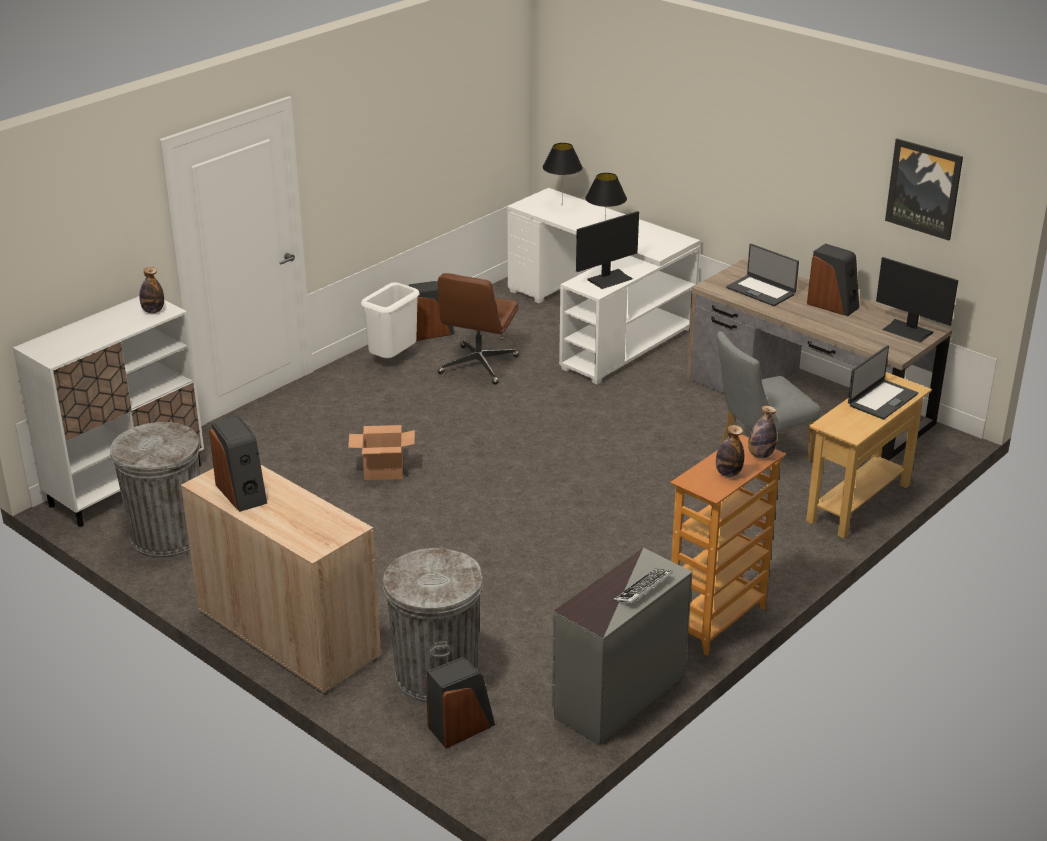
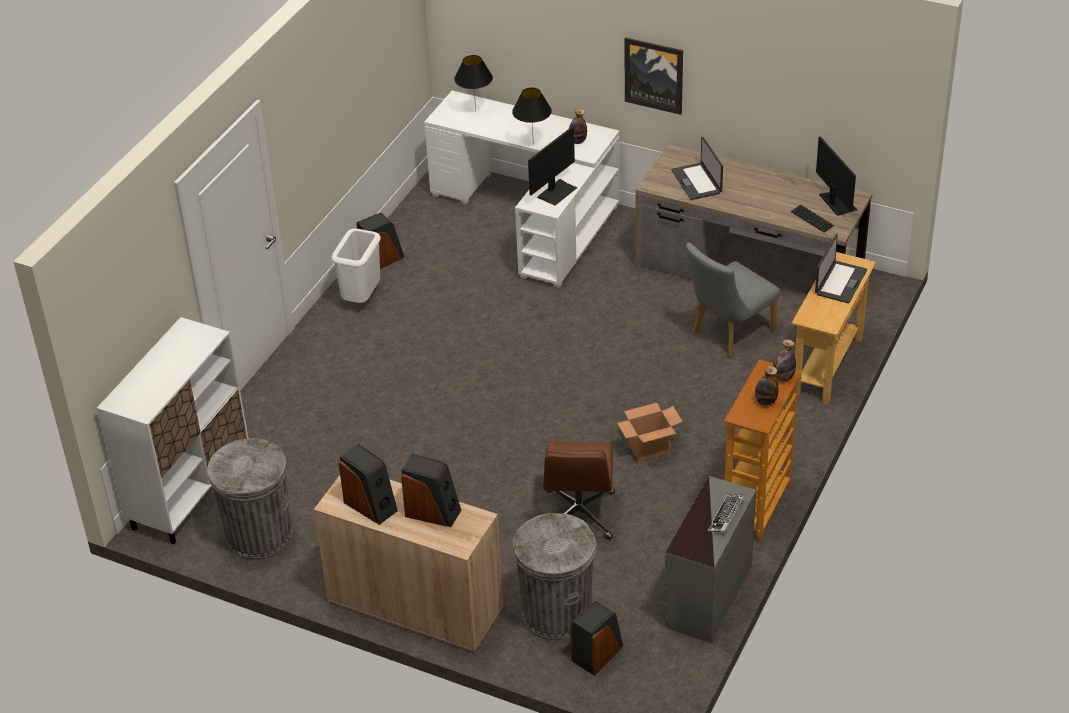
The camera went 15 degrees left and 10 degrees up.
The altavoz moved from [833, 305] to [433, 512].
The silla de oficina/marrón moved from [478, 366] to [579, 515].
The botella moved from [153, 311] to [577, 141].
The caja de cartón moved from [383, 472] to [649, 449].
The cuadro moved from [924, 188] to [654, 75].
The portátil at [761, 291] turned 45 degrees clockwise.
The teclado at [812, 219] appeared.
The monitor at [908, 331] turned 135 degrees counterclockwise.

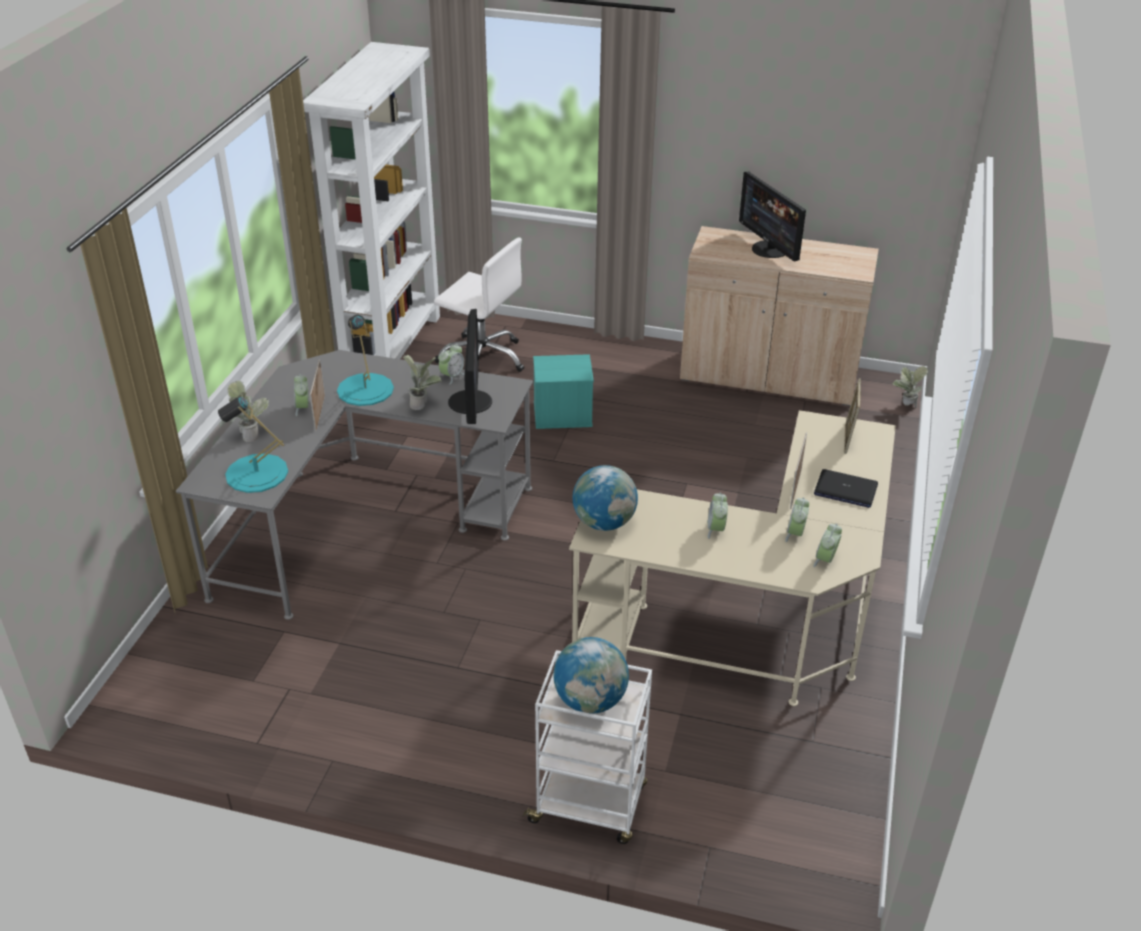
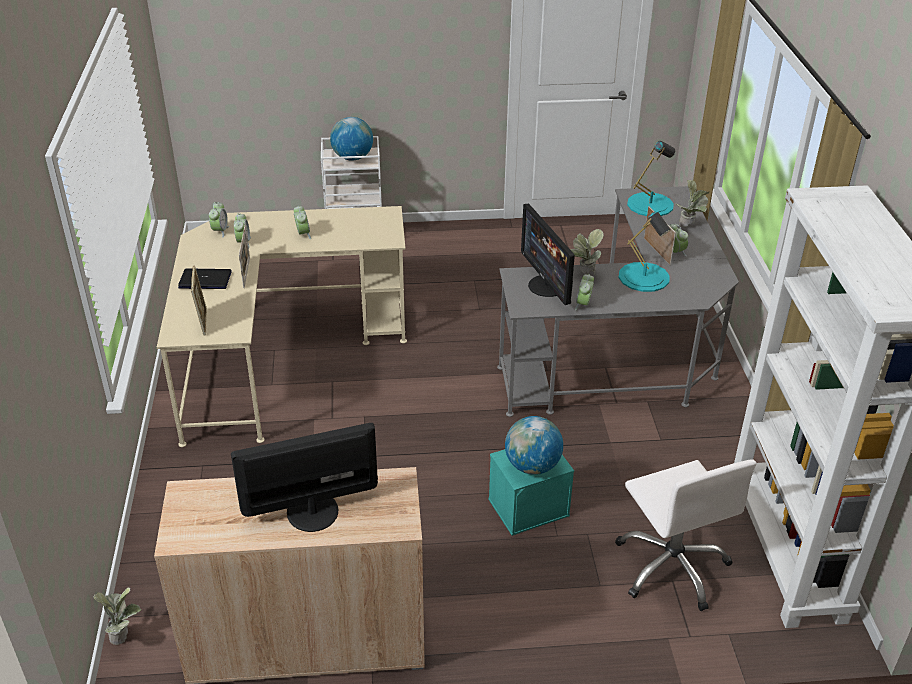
The camera went 160 degrees right and 0 degrees up.
The monitor at [770, 249] turned 60 degrees counterclockwise.
The globo terráqueo moved from [604, 522] to [532, 466].
The silla de oficina/blanco at [482, 358] turned 120 degrees counterclockwise.

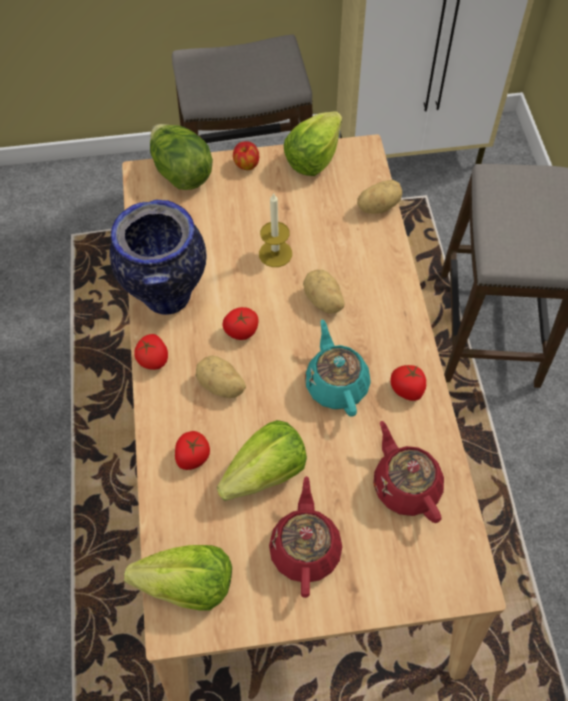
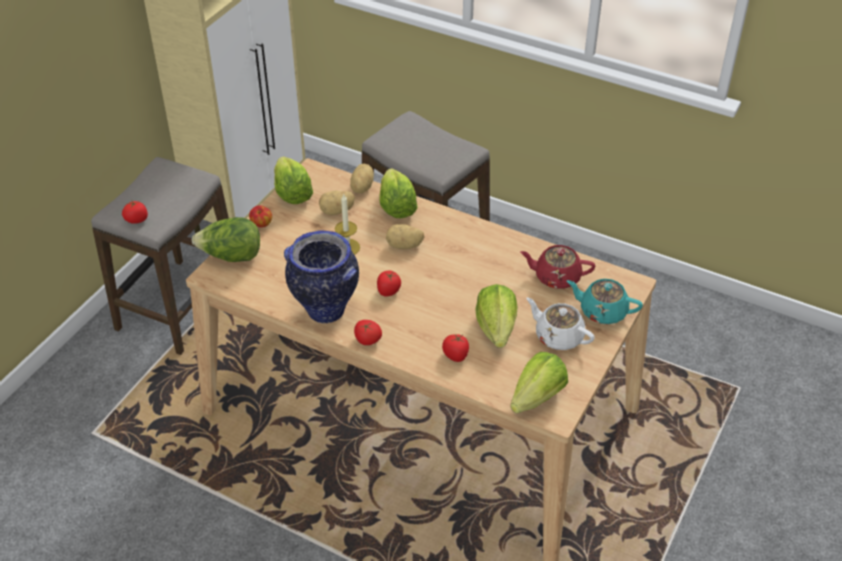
The camera went 55 degrees left and 15 degrees down.
The tomate moved from [407, 389] to [137, 219].
The patata moved from [221, 386] to [337, 211].
The lechuga at [396, 207] appeared.
The tetera/rojo at [305, 548] became the tetera/blanco at [558, 336].
The tetera/turquesa moved from [336, 384] to [602, 311].

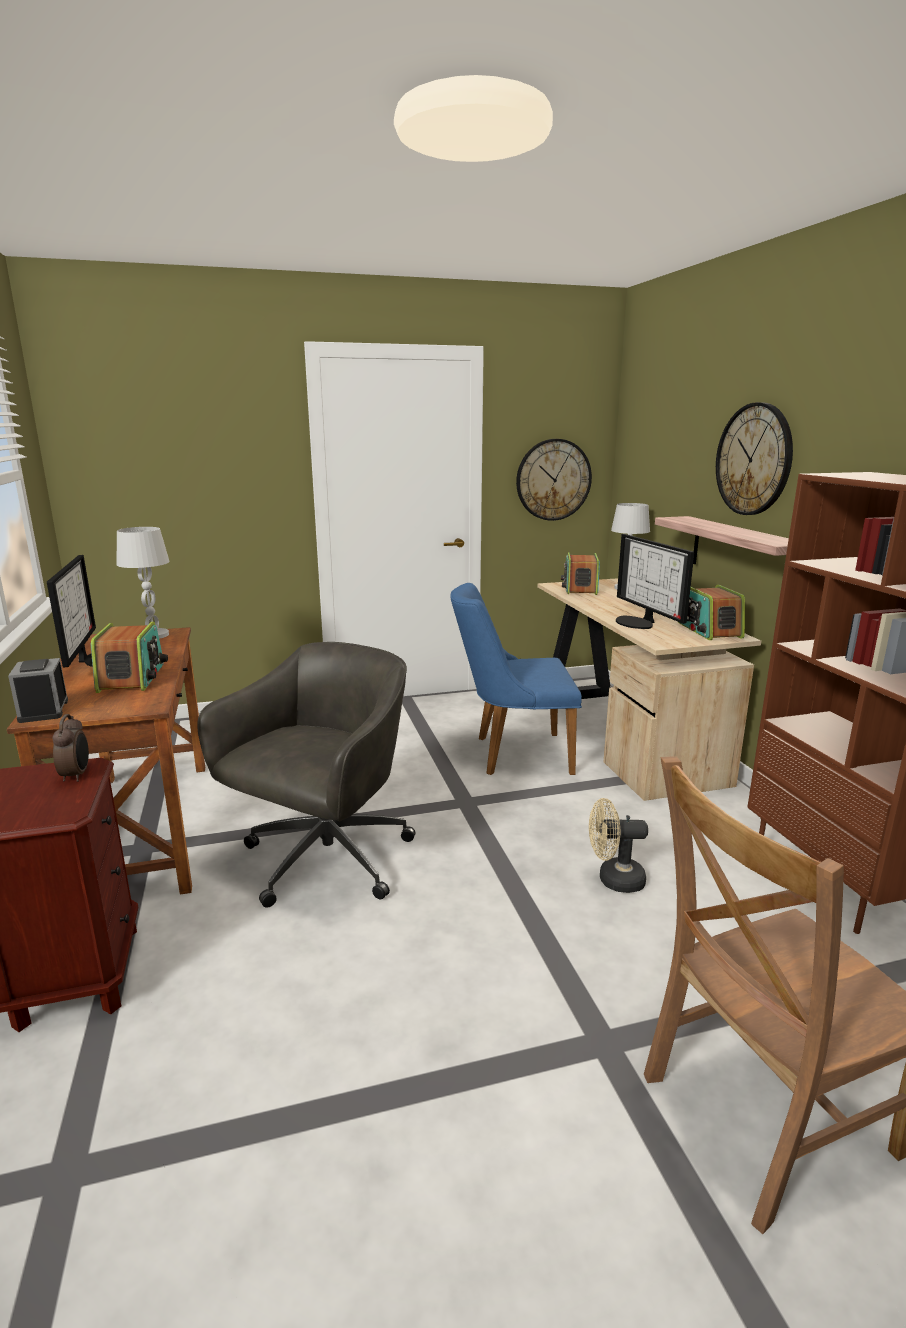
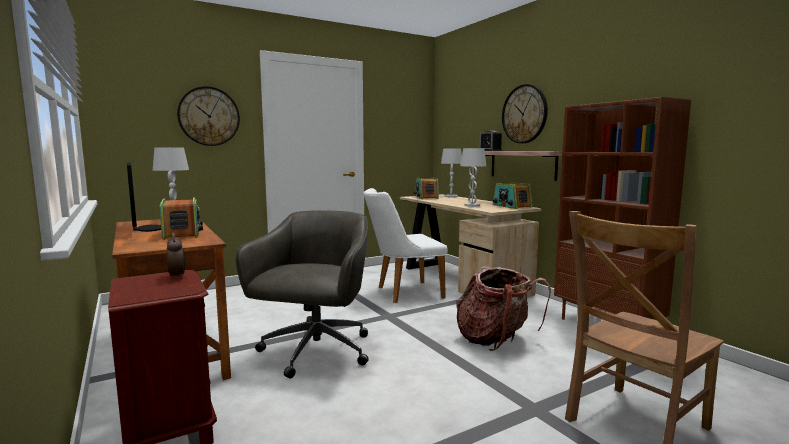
The camera went 15 degrees left and 10 degrees down.
The reloj de pared moved from [553, 480] to [209, 116].
The silla/azul at [512, 754] became the silla/blanco at [403, 292].
The ventilador/beis at [613, 880] was replaced by the mochila at [495, 340].
The monitor at [639, 622] was replaced by the lámpara de mesa/blanco at [472, 205].
The despertador moved from [43, 710] to [490, 150].

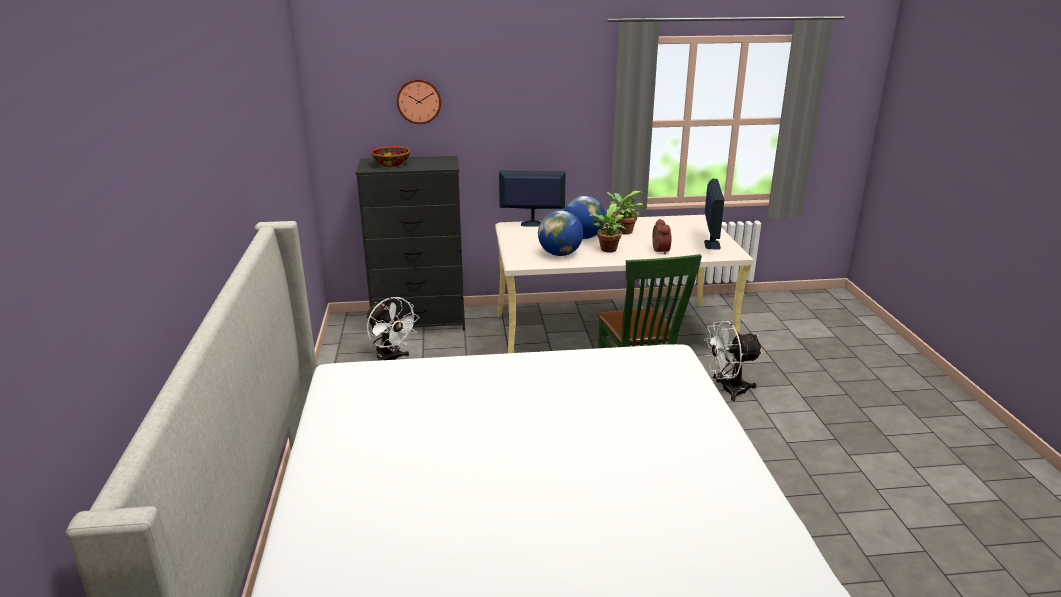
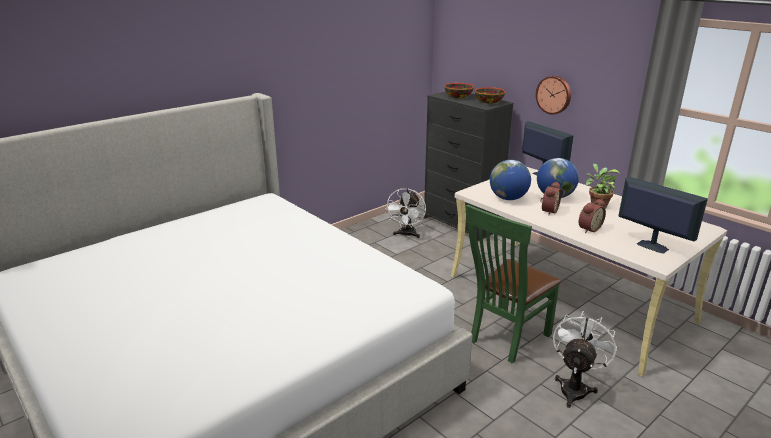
The camera went 55 degrees right and 0 degrees up.
The cuenco at [488, 101] appeared.
The reloj de pared moved from [419, 101] to [554, 94].
The planta en maceta at [607, 250] was replaced by the despertador at [548, 211].
The ventilador/blanco at [727, 390] turned 75 degrees clockwise.
The monitor at [712, 244] turned 105 degrees counterclockwise.

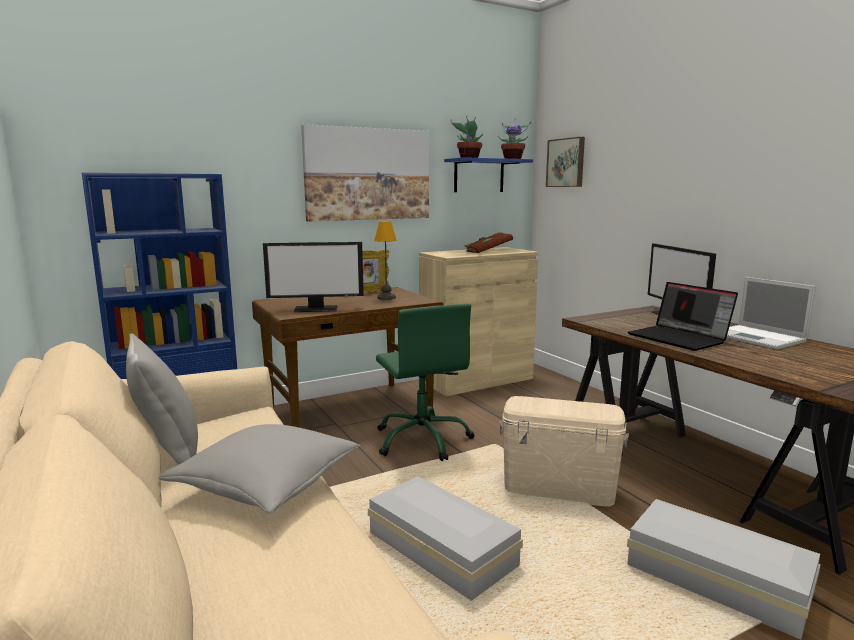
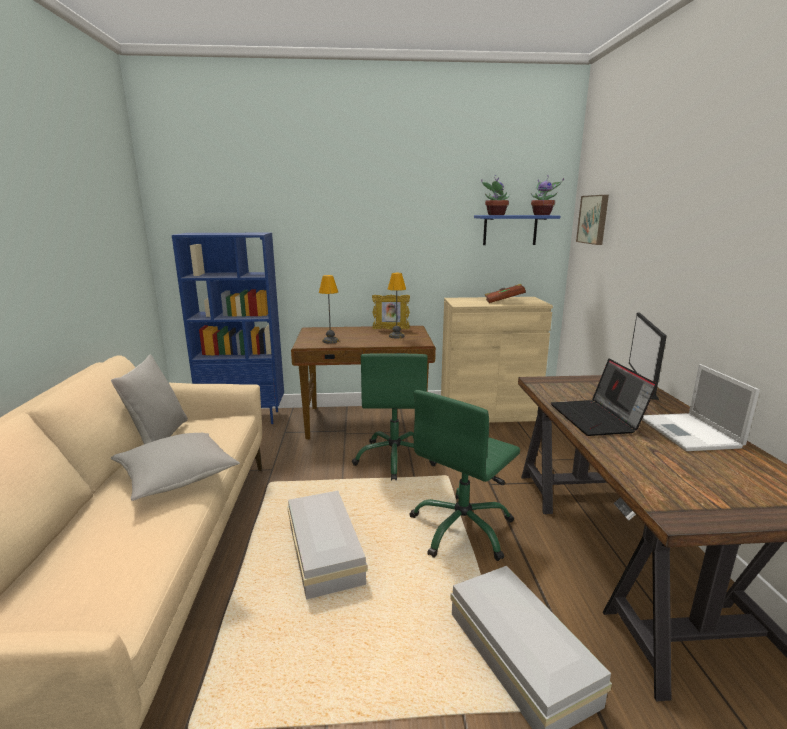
The camera went 25 degrees right and 5 degrees up.
The monitor at [316, 308] was replaced by the lámpara de mesa at [331, 341].
The caja de almacenaje/beis at [558, 488] was replaced by the silla de oficina/verde at [462, 529].
The cuadro at [368, 174] disappeared.

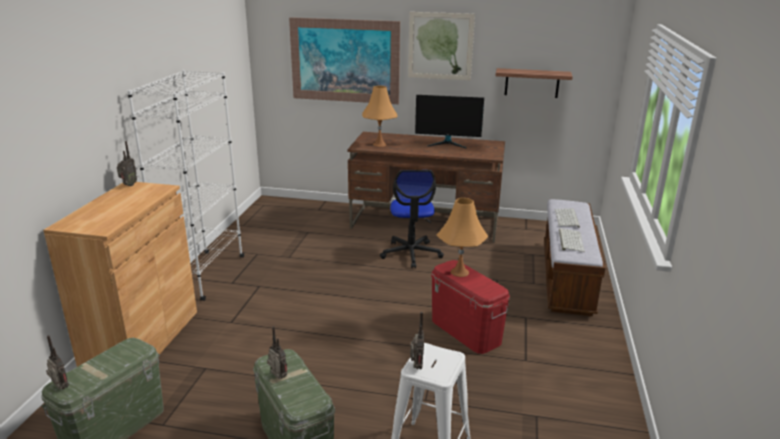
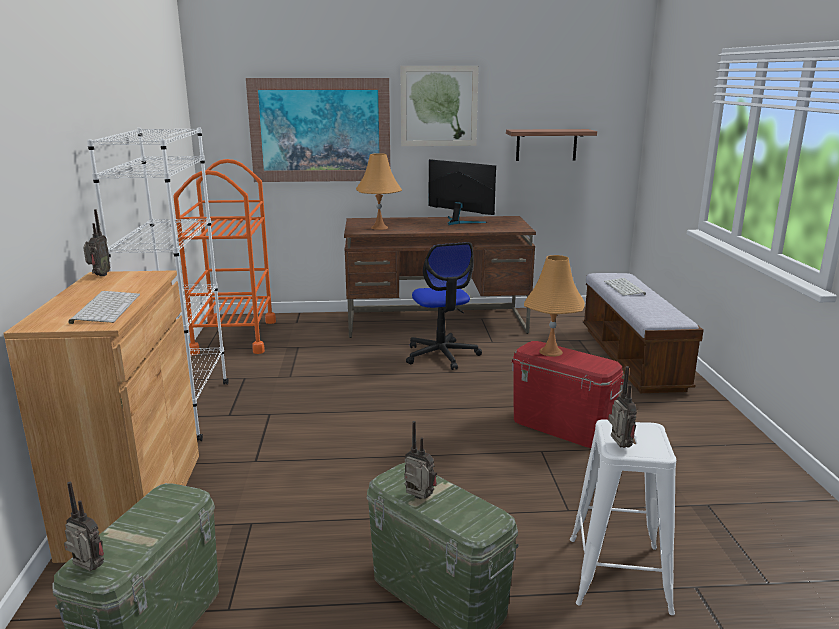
The camera went 15 degrees left and 5 degrees down.
The teclado moved from [570, 240] to [105, 308].
The carrito/naranja at [234, 337] appeared.
The monitor at [447, 143] turned 135 degrees counterclockwise.

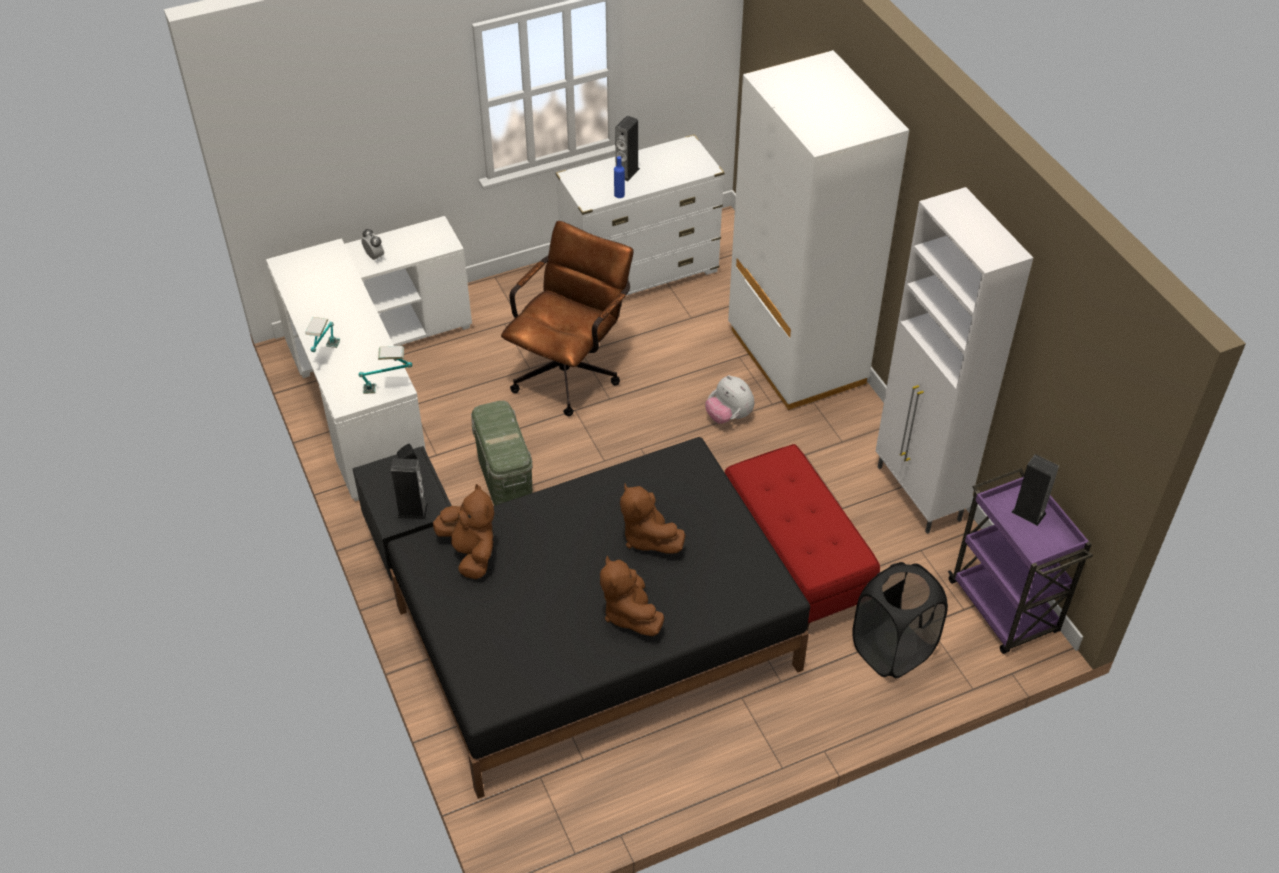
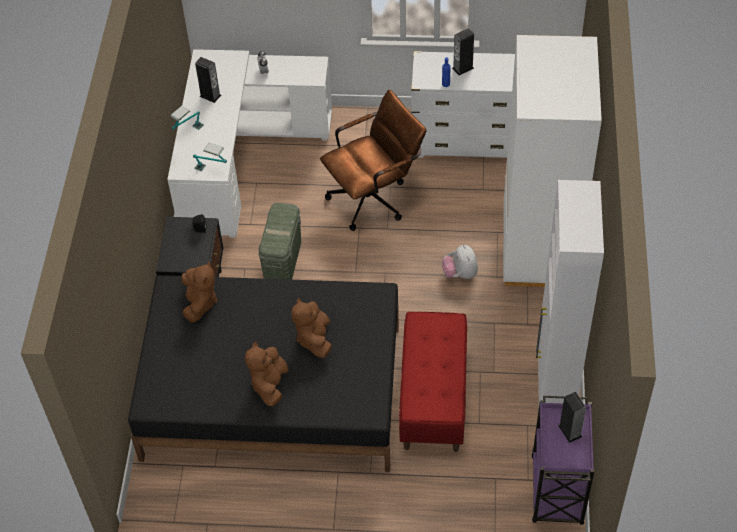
The camera went 30 degrees right and 5 degrees up.
The altavoz moved from [412, 511] to [210, 95].
The cesto de la ropa/negro at [892, 650] disappeared.

